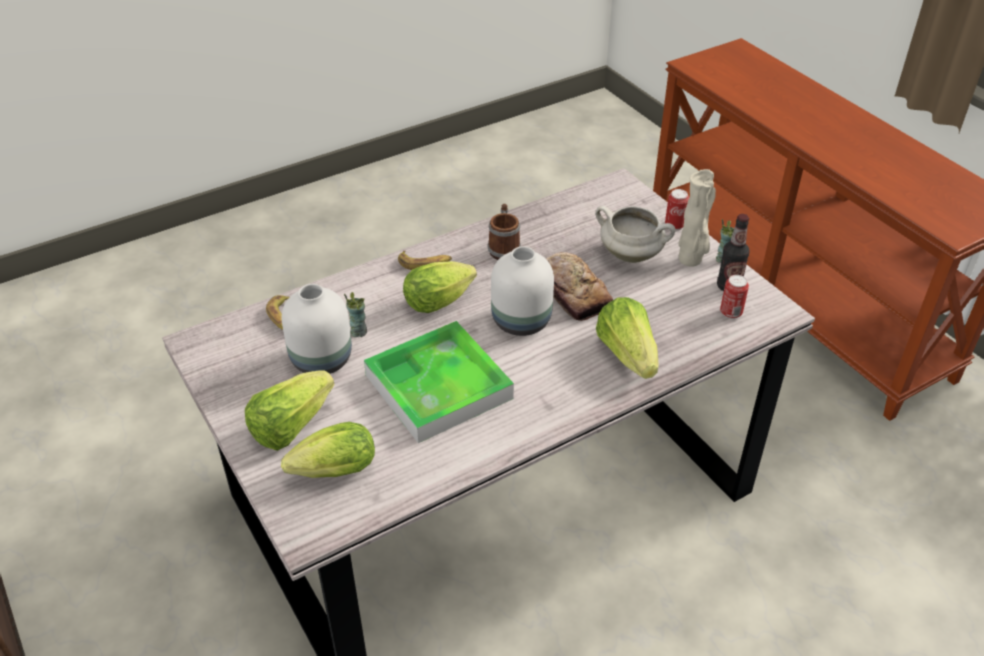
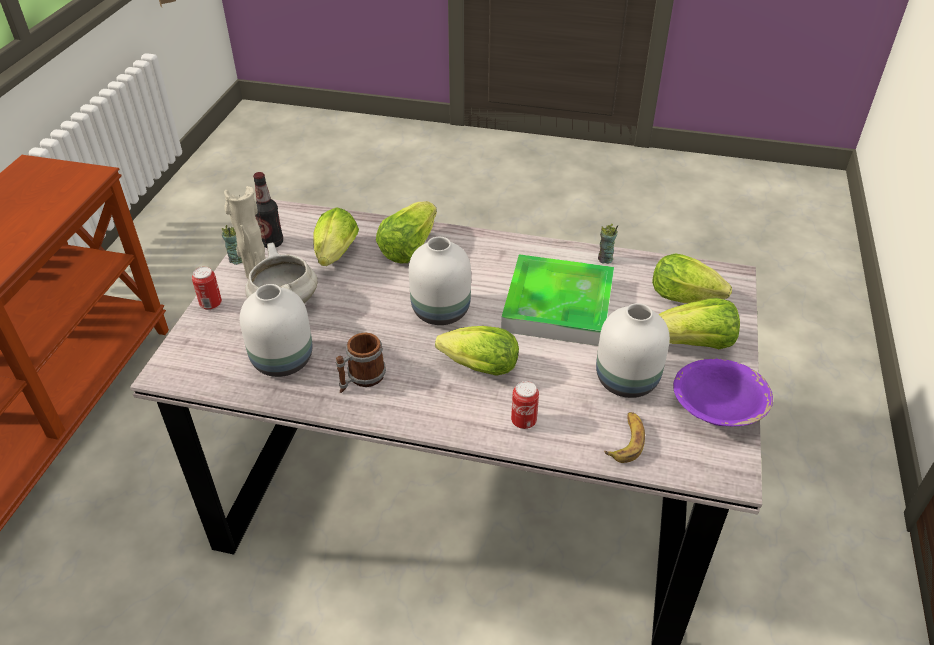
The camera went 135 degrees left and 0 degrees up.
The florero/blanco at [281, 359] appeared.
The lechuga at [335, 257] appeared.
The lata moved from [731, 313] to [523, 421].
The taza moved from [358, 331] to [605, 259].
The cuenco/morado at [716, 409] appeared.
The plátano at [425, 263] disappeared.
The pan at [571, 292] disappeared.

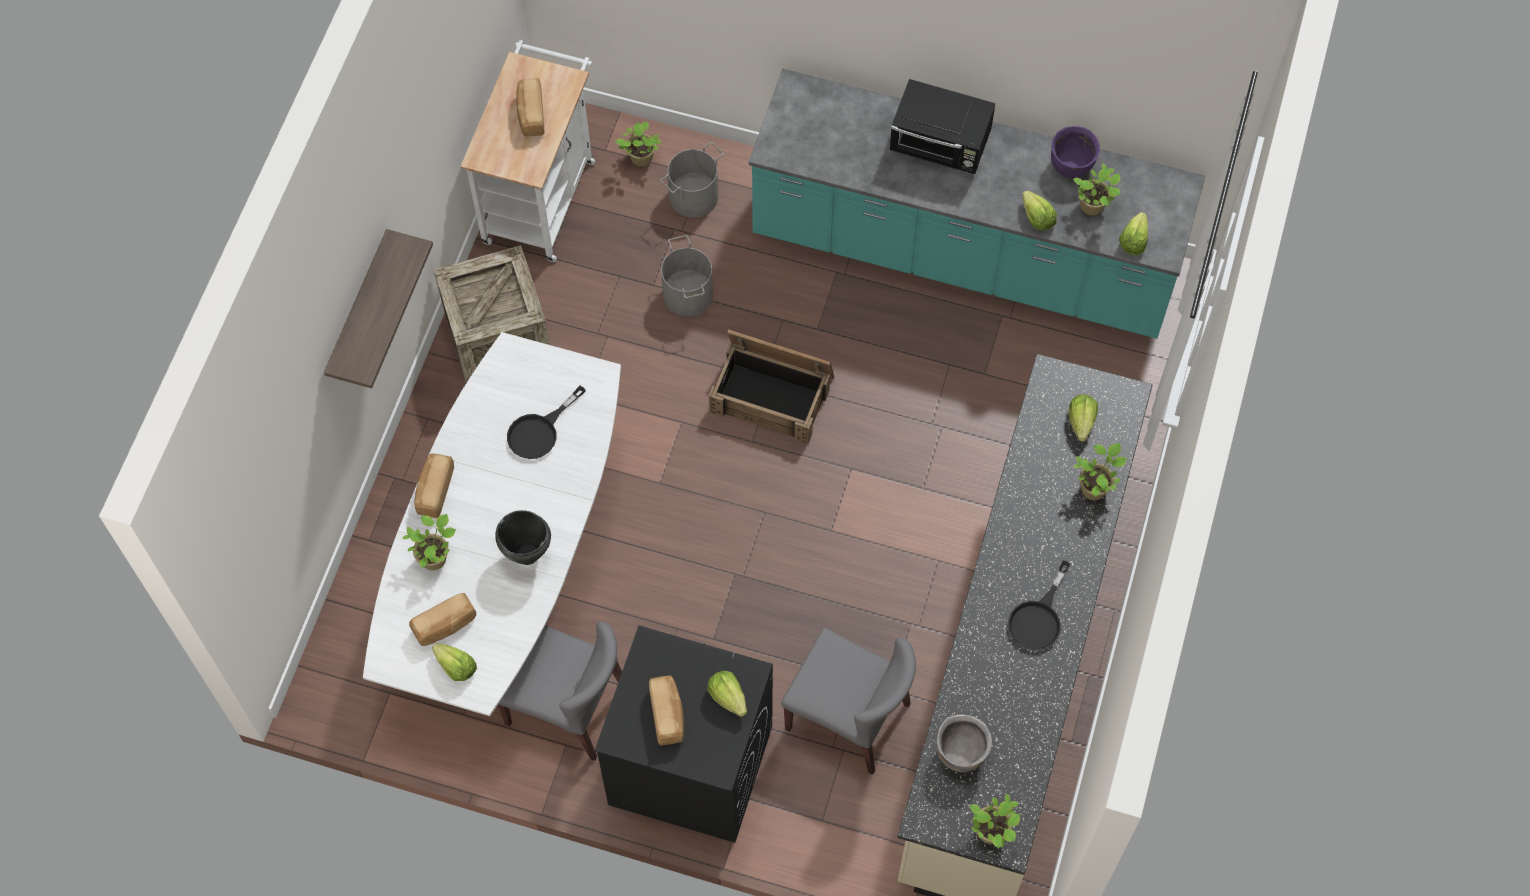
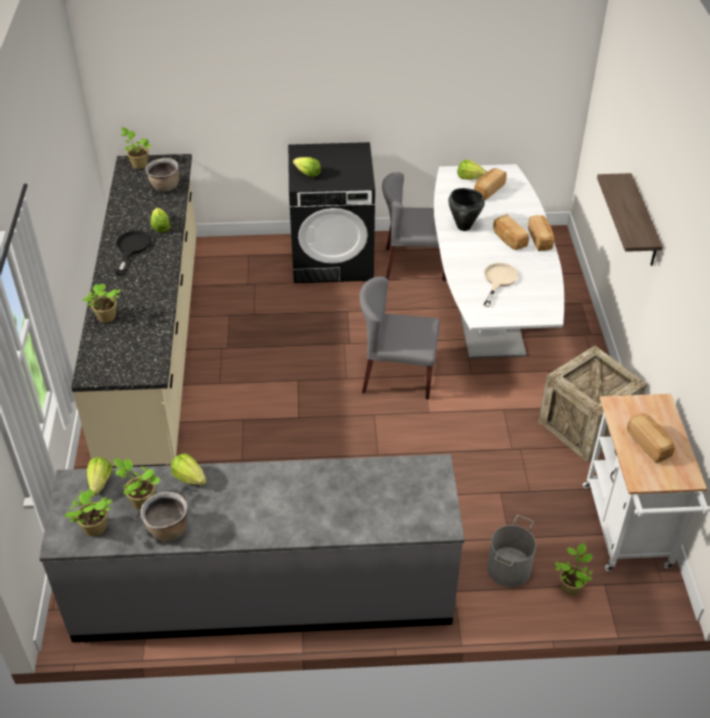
The camera went 160 degrees right and 20 degrees down.
The mueble bajo de cocina/turquesa at [963, 254] became the mueble bajo de cocina/gris at [263, 591].
The planta en maceta moved from [435, 557] to [94, 529].
The olla/morado at [1071, 166] became the olla/marrón at [168, 530].
The lechuga moved from [1081, 422] to [160, 227].
The silla/gris moved from [849, 717] to [397, 376].
The sartén/negro at [539, 431] became the sartén/beis at [498, 280].
The pan moved from [668, 714] to [509, 239].
The cubo/gris at [688, 294] disappeared.
The caja de embalaje at [772, 393] disappeared.
The microondas/negro at [940, 145] disappeared.

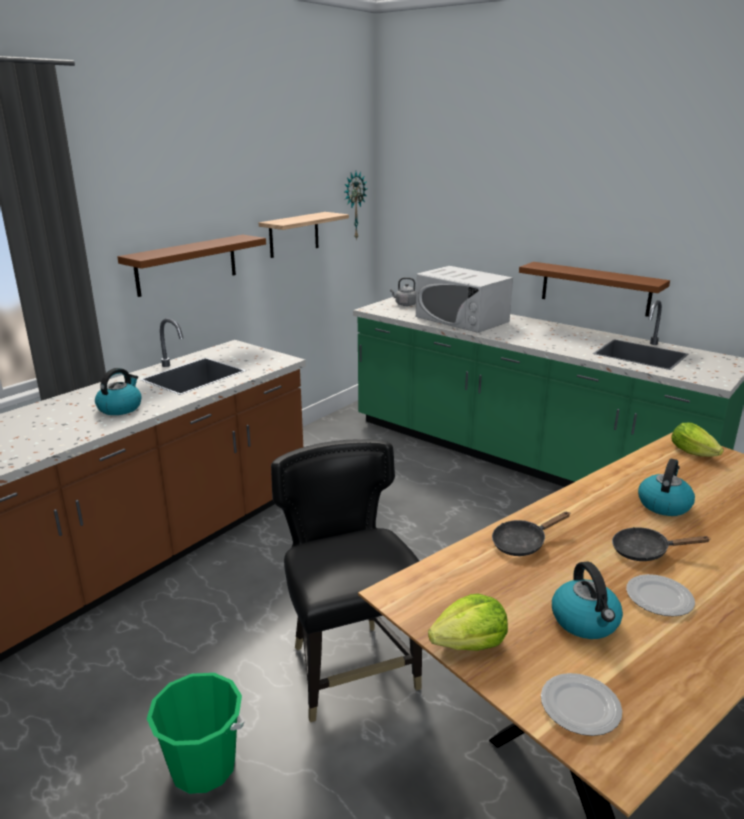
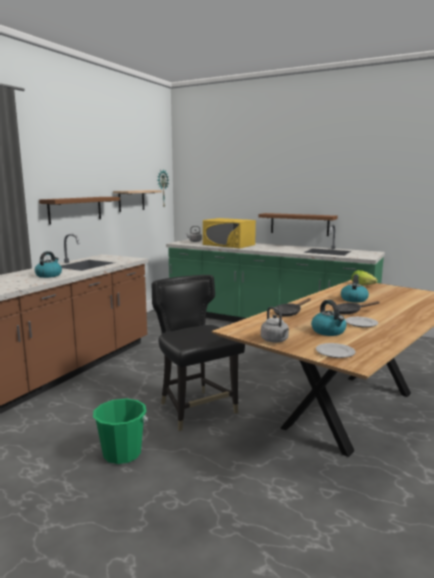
The camera went 10 degrees left and 10 degrees down.
The microondas/blanco at [462, 319] became the microondas/amarillo at [229, 244].
The lechuga at [470, 644] was replaced by the hervidor/gris at [275, 340].

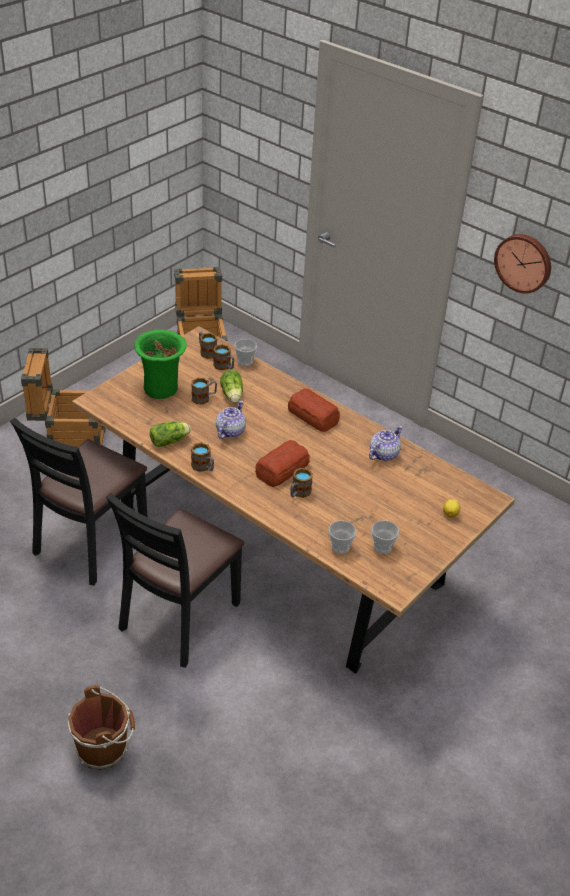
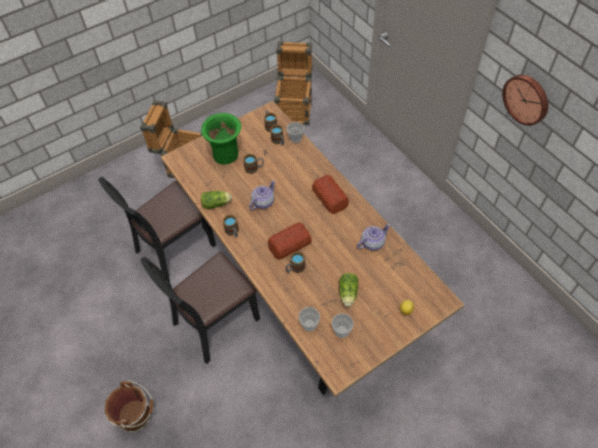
The camera went 20 degrees right and 15 degrees up.
The lechuga moved from [232, 395] to [348, 294].

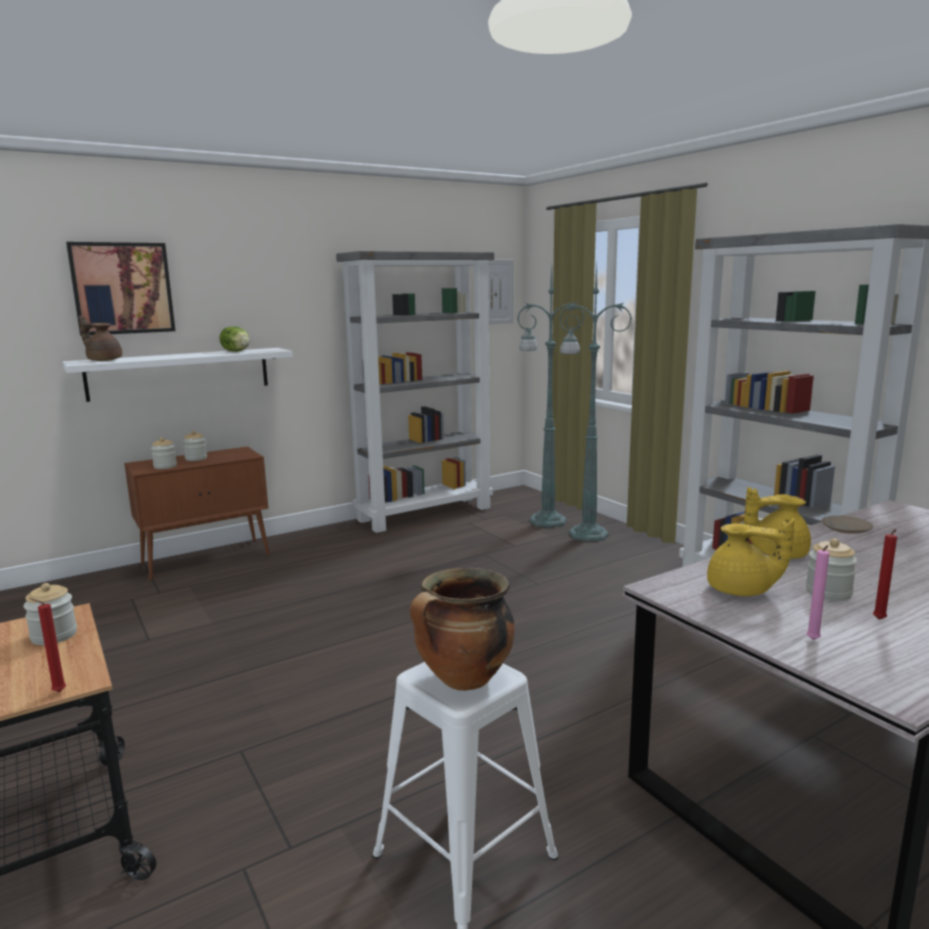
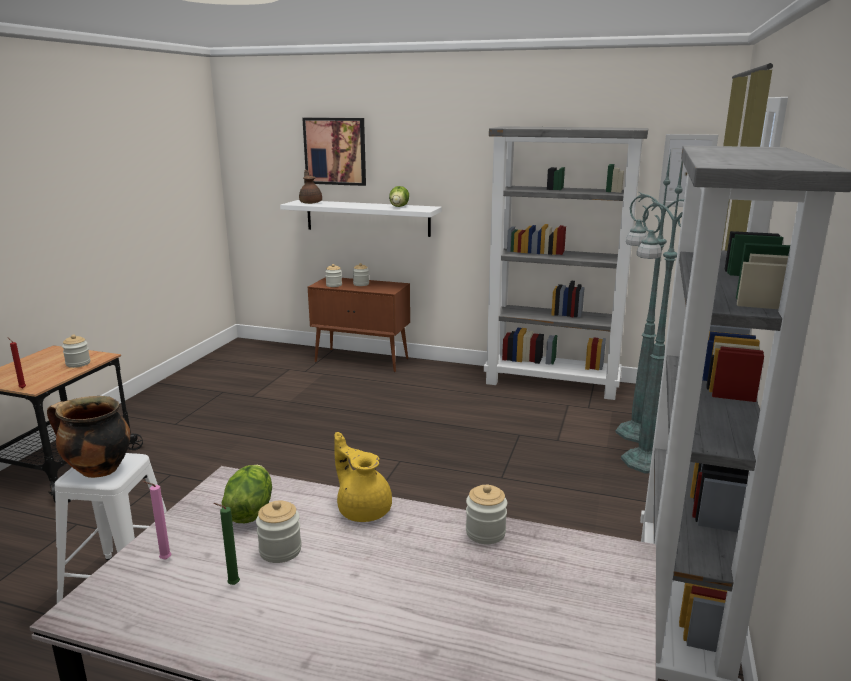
The camera went 50 degrees right and 5 degrees up.
The vela/rojo at [879, 620] became the vela/verde at [231, 585].
The tetera/amarillo at [741, 591] was replaced by the lechuga at [249, 511].
The plato/beis at [845, 530] was replaced by the tarro at [485, 533].

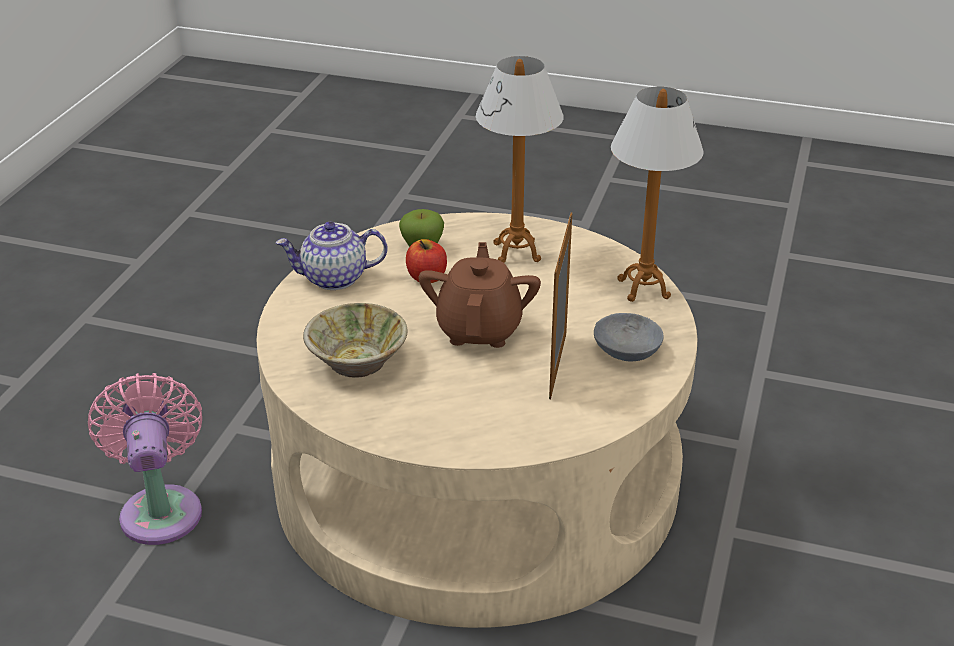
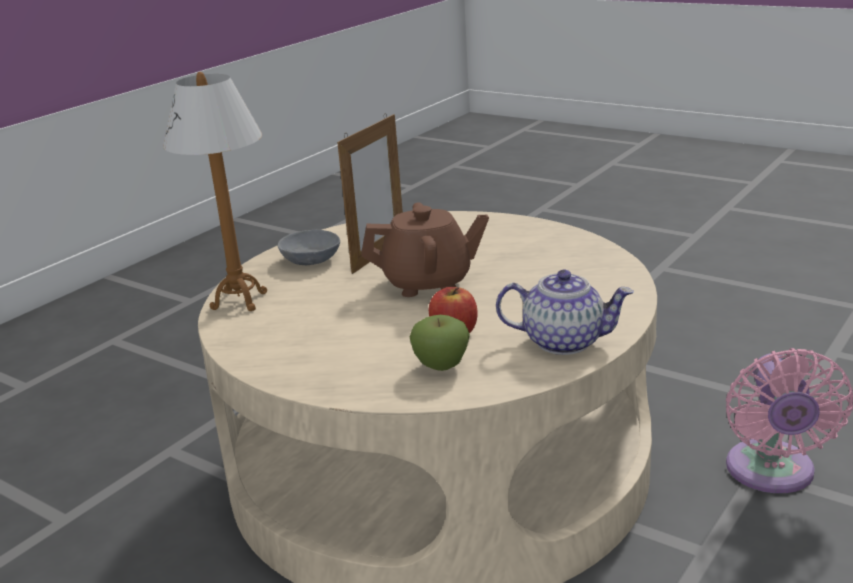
The camera went 160 degrees left and 10 degrees down.
The tetera/marrón at [479, 329] turned 120 degrees counterclockwise.
The cuenco/beis at [357, 360] disappeared.
The lámpara de mesa at [517, 252] disappeared.

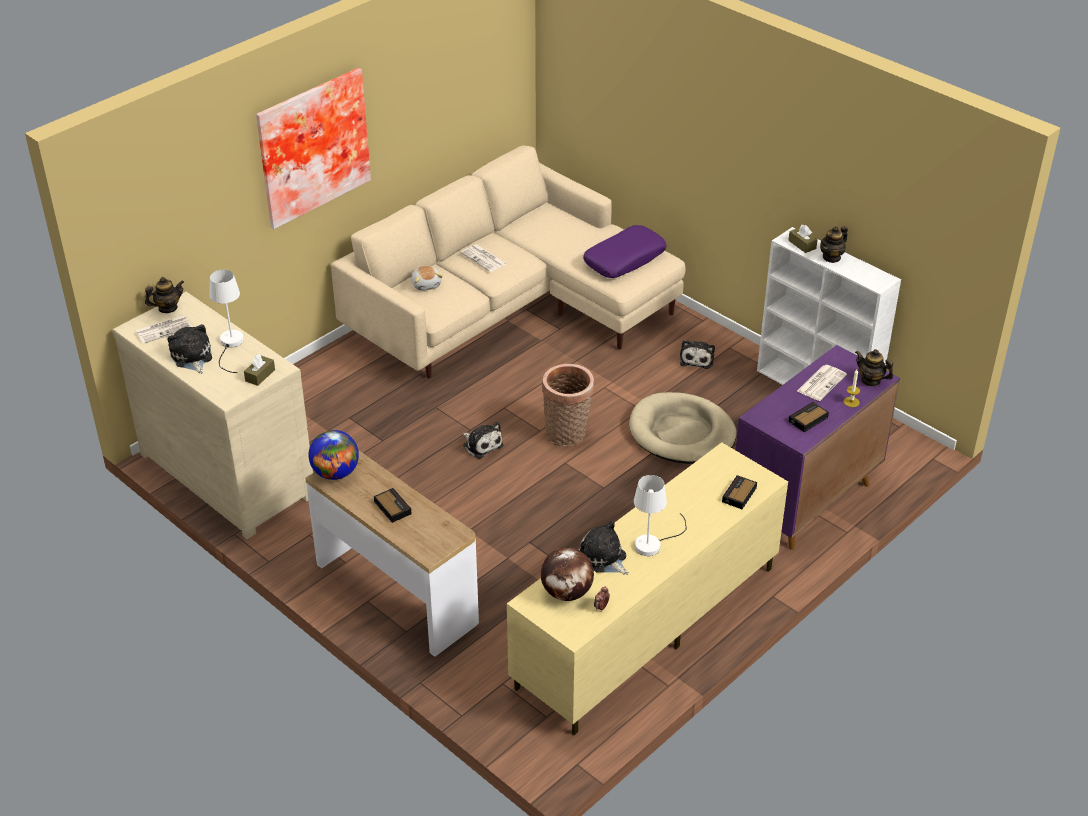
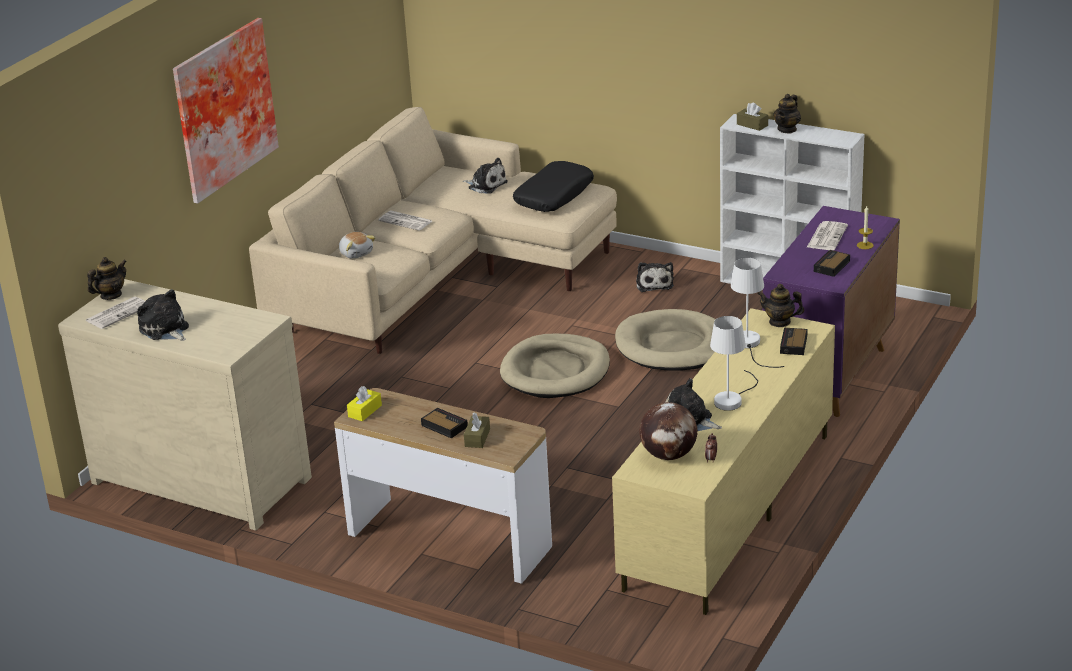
The camera went 15 degrees left and 10 degrees down.
The globo terráqueo at [335, 473] was replaced by the caja de pañuelos/amarillo at [365, 411].
The peluche moved from [481, 444] to [486, 185].
The caja de pañuelos/marrón moved from [260, 375] to [477, 438].
The cesta at [567, 434] was replaced by the cama para perro/beis at [555, 371].
The cojín/morado at [624, 259] became the cojín/negro at [553, 196].
The lámpara de mesa/blanco moved from [230, 345] to [750, 345].
The tetera moved from [871, 380] to [780, 322].

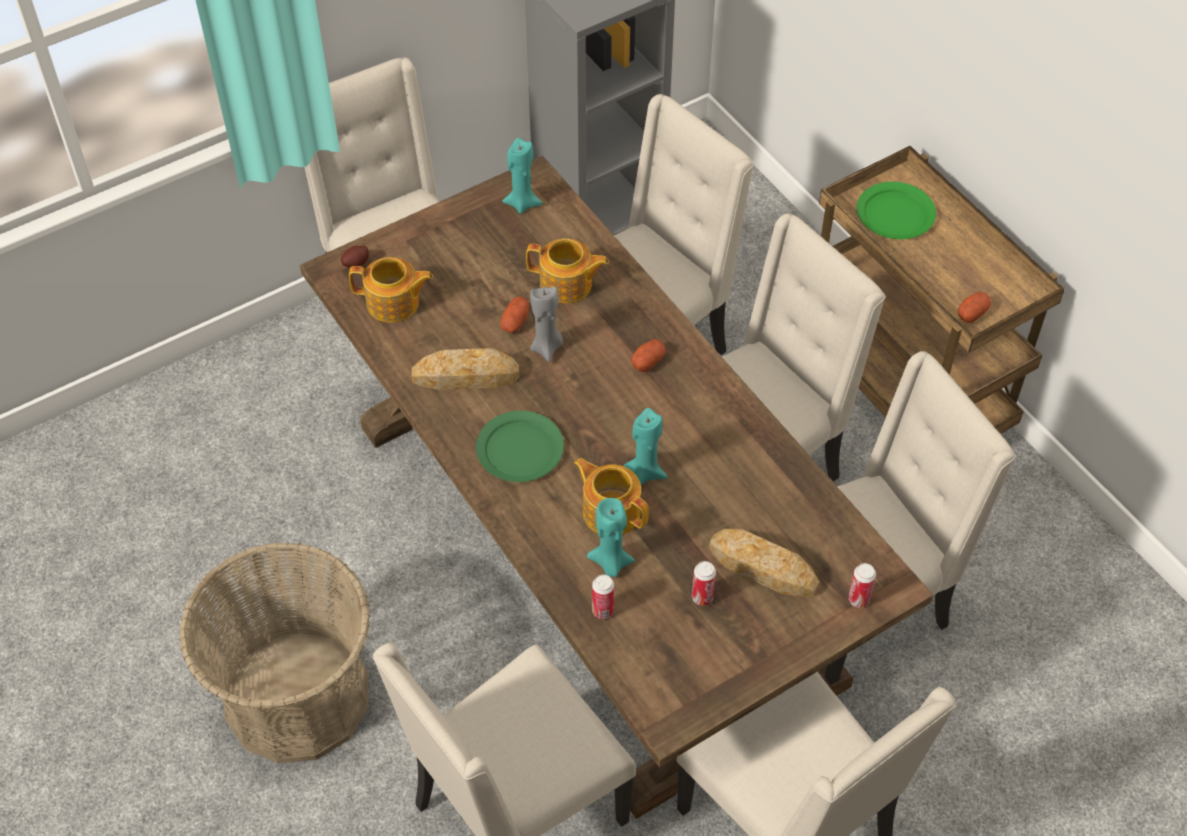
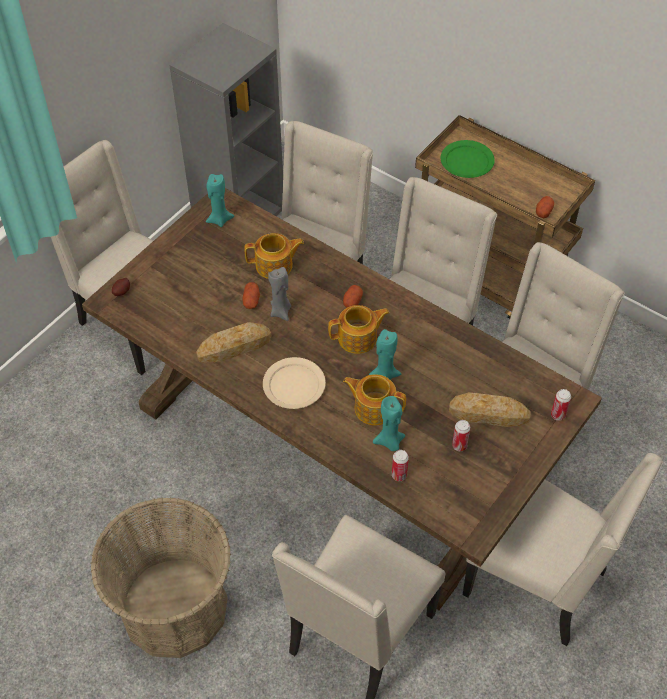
The camera went 20 degrees left and 0 degrees up.
The plato/verde at [519, 448] became the plato/beis at [293, 384].
The tetera moved from [394, 303] to [358, 338].

